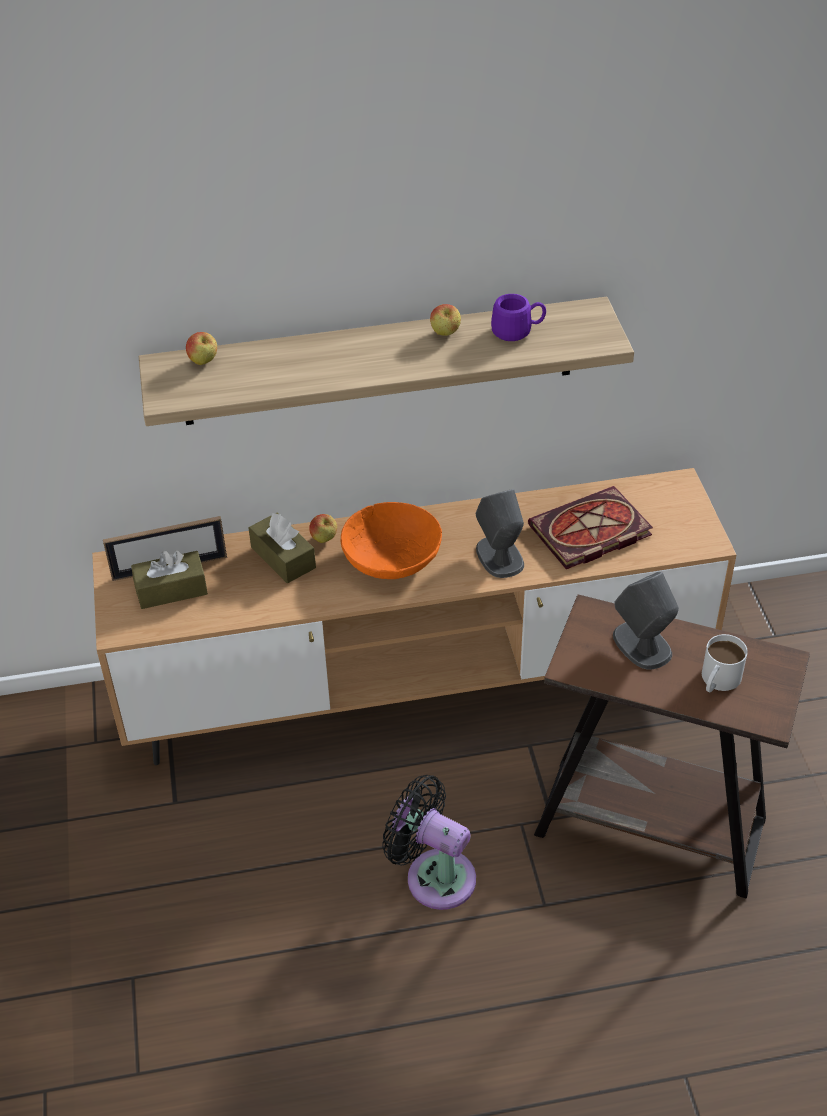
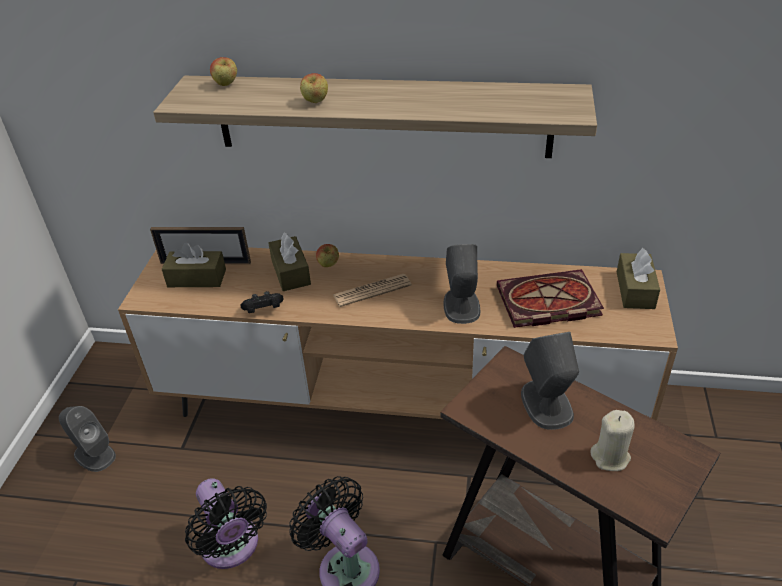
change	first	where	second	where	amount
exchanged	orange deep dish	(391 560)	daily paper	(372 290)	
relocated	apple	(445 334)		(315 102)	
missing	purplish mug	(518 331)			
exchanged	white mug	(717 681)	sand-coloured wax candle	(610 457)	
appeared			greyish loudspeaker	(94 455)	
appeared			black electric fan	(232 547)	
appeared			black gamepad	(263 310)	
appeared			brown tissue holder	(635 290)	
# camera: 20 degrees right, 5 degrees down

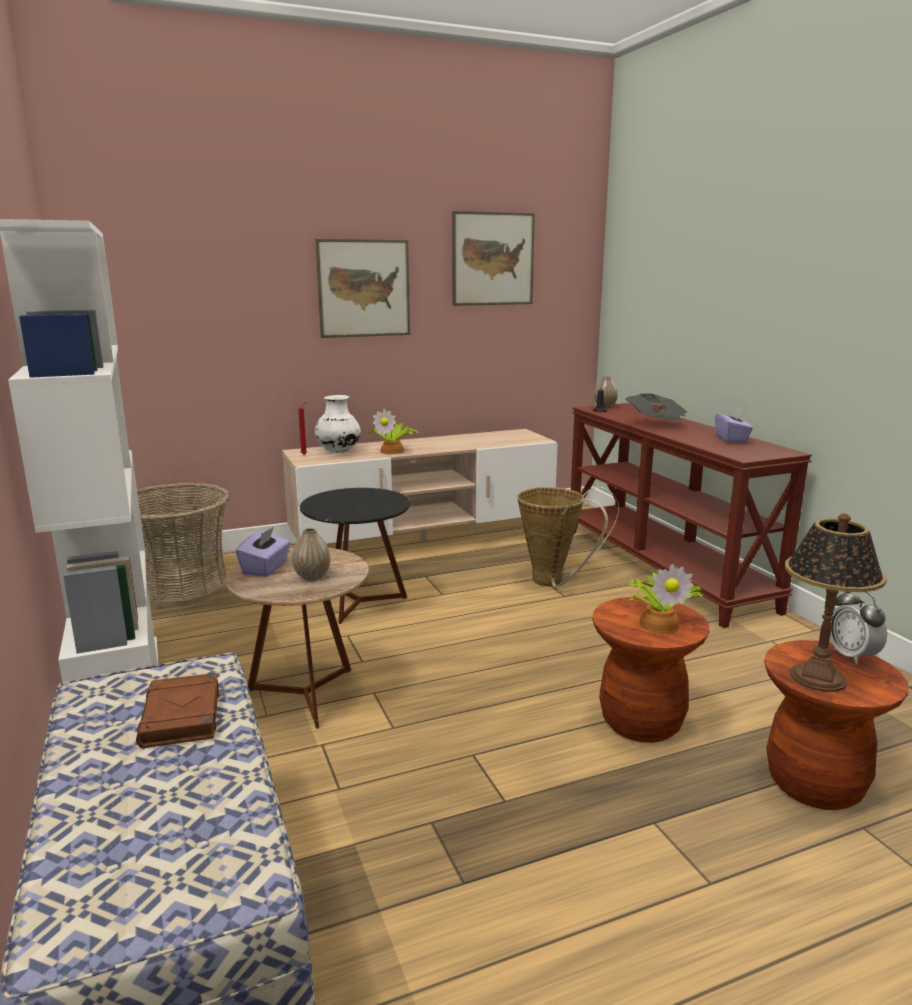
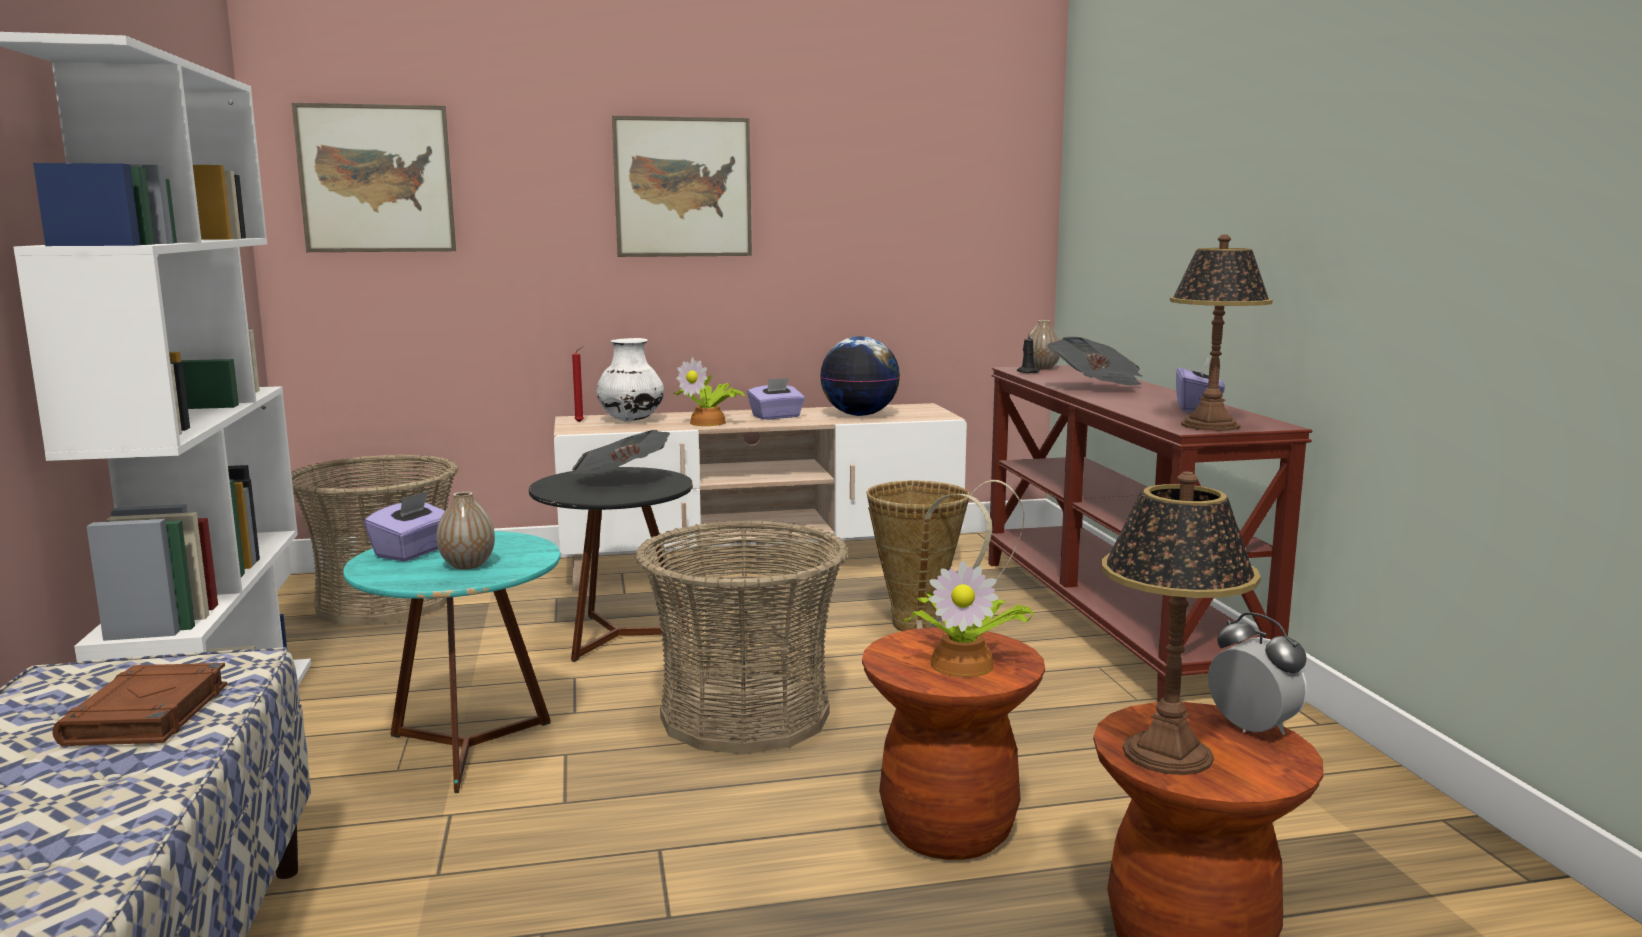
change	first	where	second	where	amount
colour	brown end table	(306 694)	turquoise end table	(468 748)	
relocated	picture	(493 259)		(376 179)	
spun	table clock	(852 656)		(1252 729)	150 degrees clockwise
appeared			daily paper	(620 480)	
appeared			household basket	(745 715)	
appeared			purplish tissue holder	(776 417)	
appeared			world globe	(860 415)	
appeared			table lamp	(1210 425)	
# camera: 10 degrees right, 5 degrees down

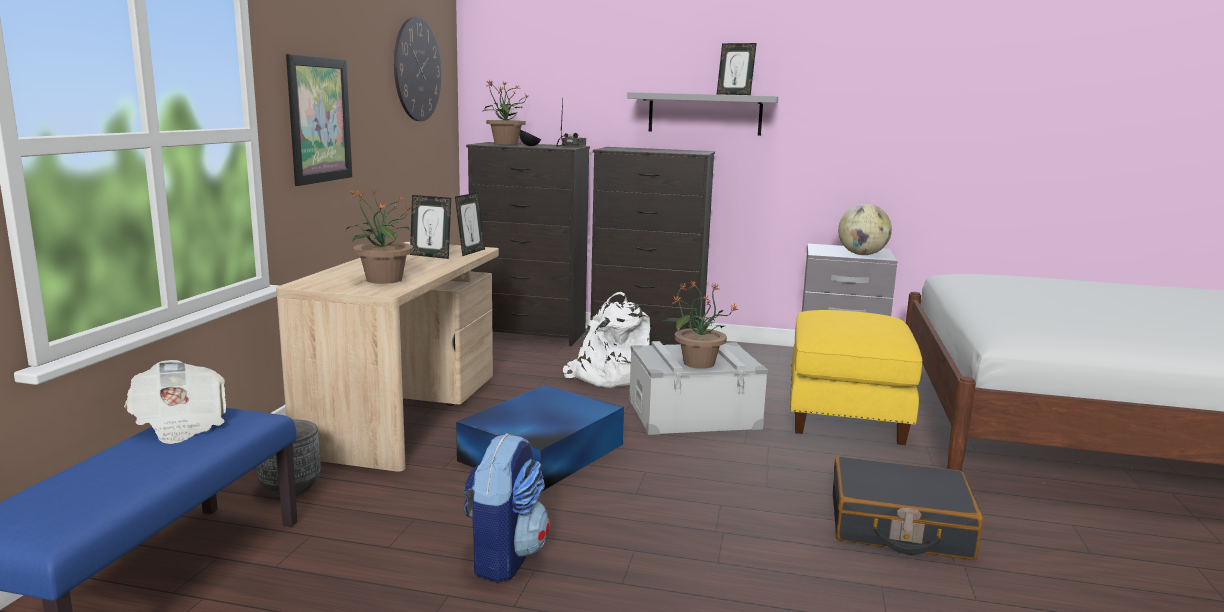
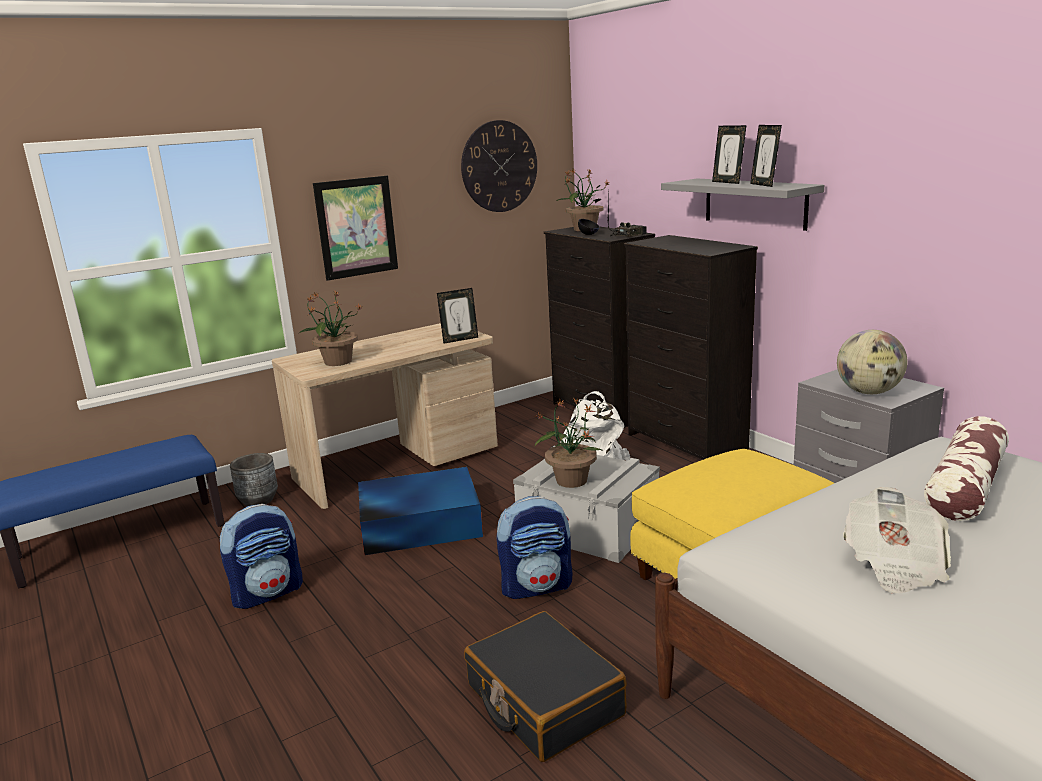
change	first	where	second	where	amount
relocated	daily paper	(180 425)		(894 565)	
relocated	picture frame	(431 256)		(728 182)	
appeared			rucksack	(537 586)	
appeared			pillow	(965 486)	
# camera: 45 degrees right, 5 degrees up

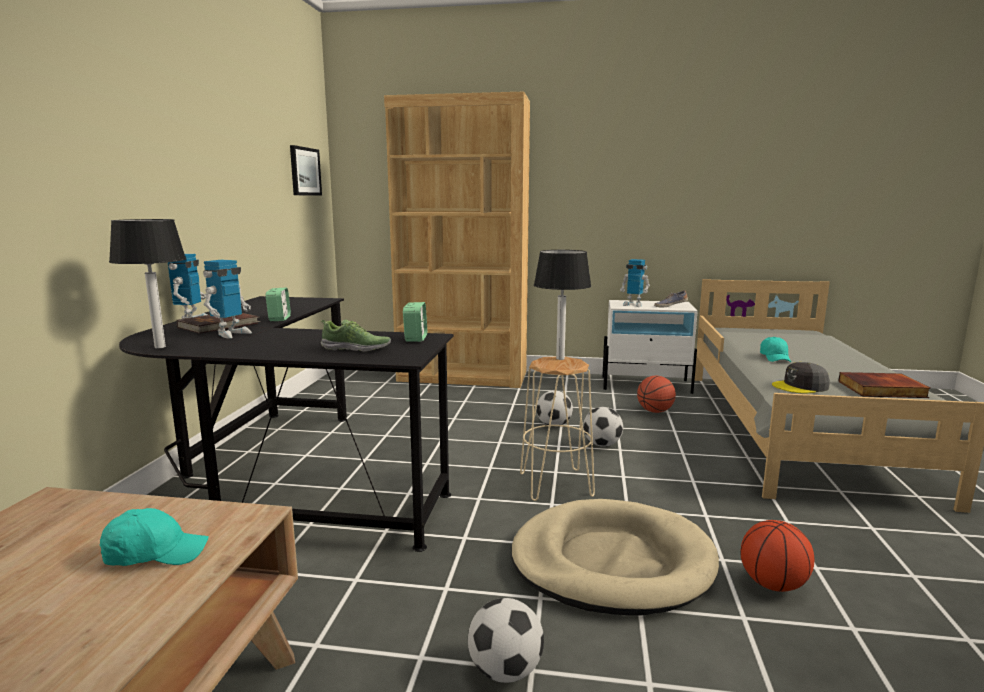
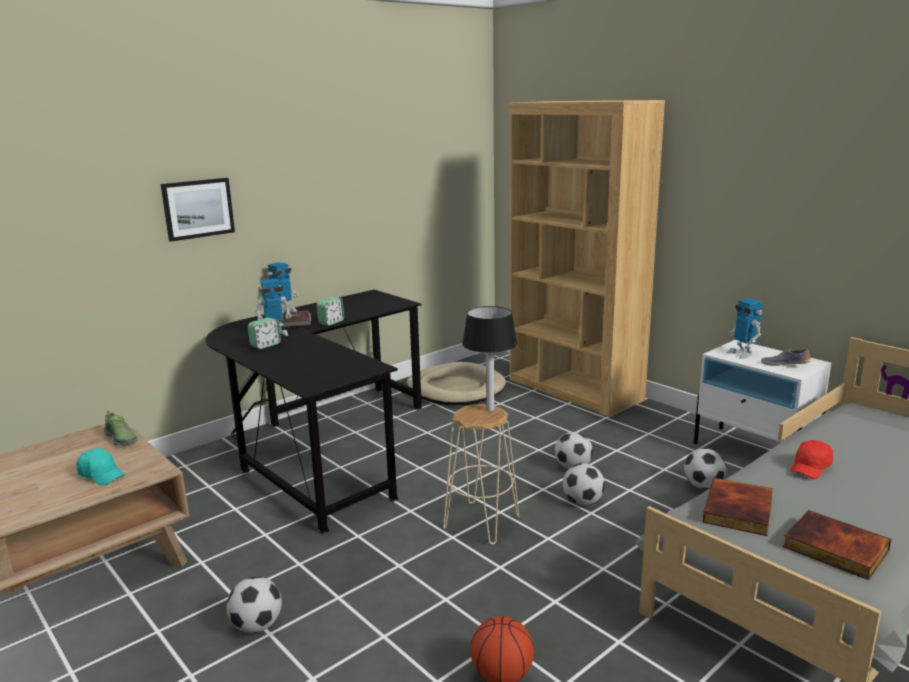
change	first	where	second	where	amount
missing	table lamp	(160 347)			
relocated	picture	(305 171)		(198 208)	
relocated	shoe	(356 349)		(121 439)	
relocated	table clock	(416 338)		(265 345)	
relocated	sand-coloured dog bed	(611 562)		(456 389)	
exchanged	basketball ball	(655 411)	ball for football	(703 486)	
colour	turquoise peaked cap	(775 358)	reddish peaked cap	(810 468)	
exchanged	greyish peaked cap	(800 386)	book	(740 511)	
# camera: 40 degrees right, 5 degrees up

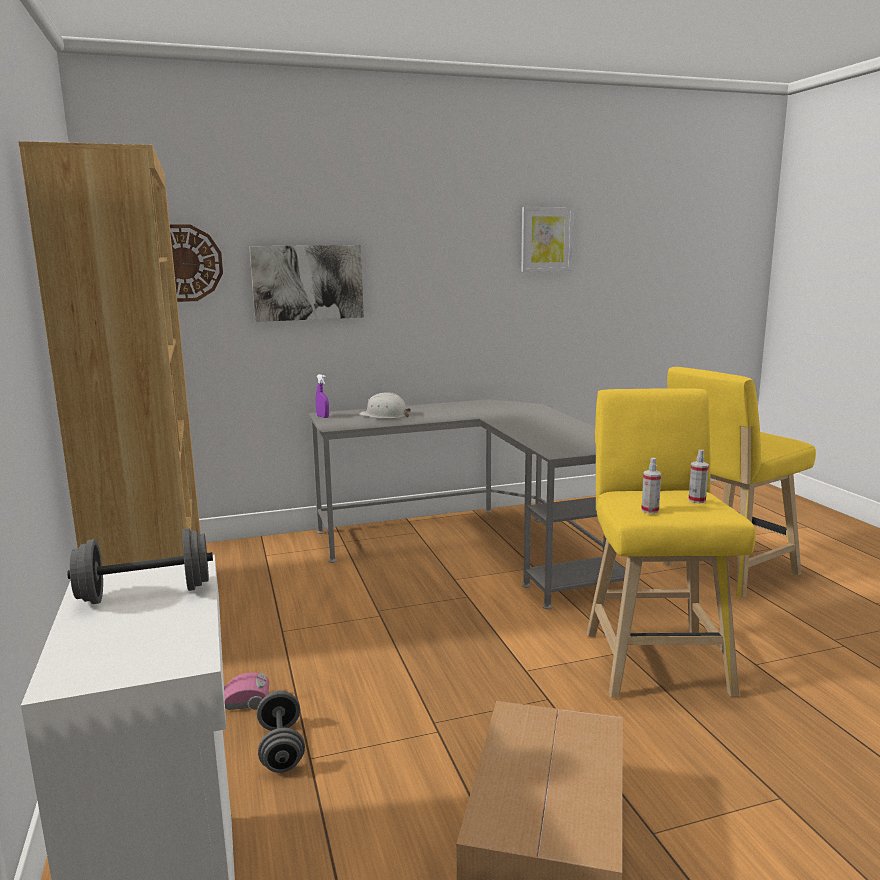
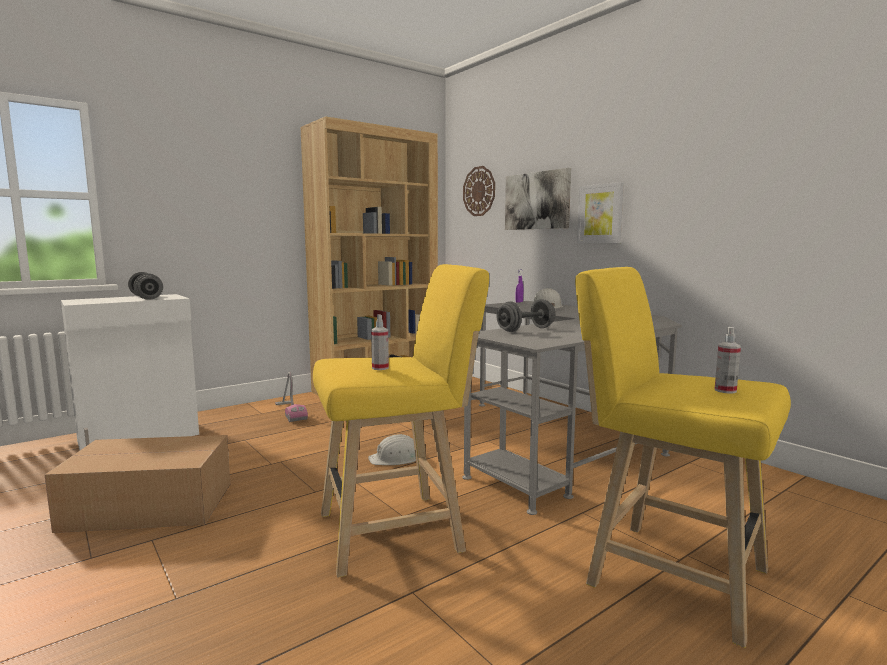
change	first	where	second	where	amount
relocated	greyish free weight	(281 748)		(526 329)	
relocated	picture	(546 239)		(600 214)	
relocated	sprayer	(650 510)		(725 390)	
appeared			white work helmet	(395 458)	
# camera: 70 degrees right, 5 degrees down

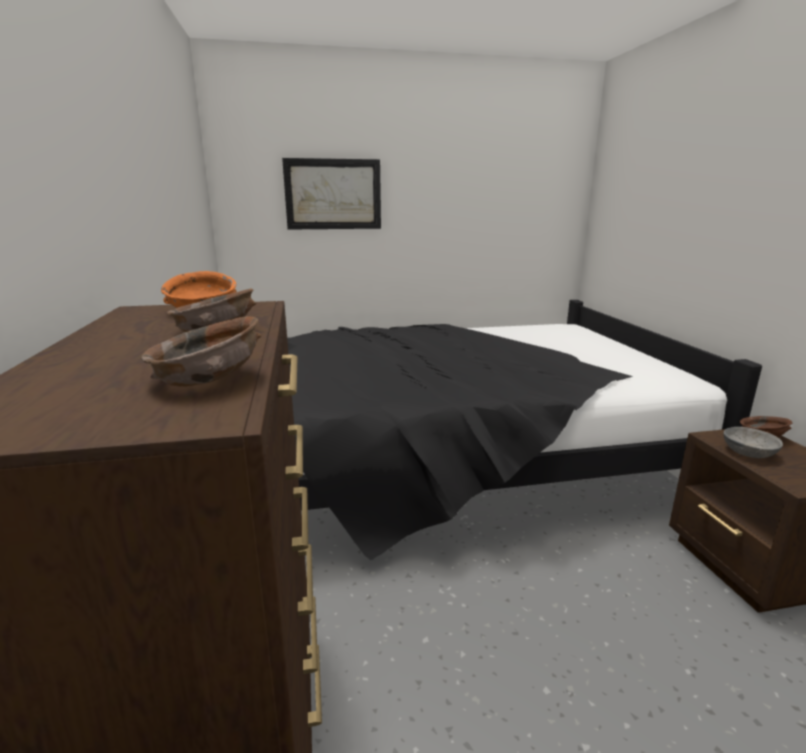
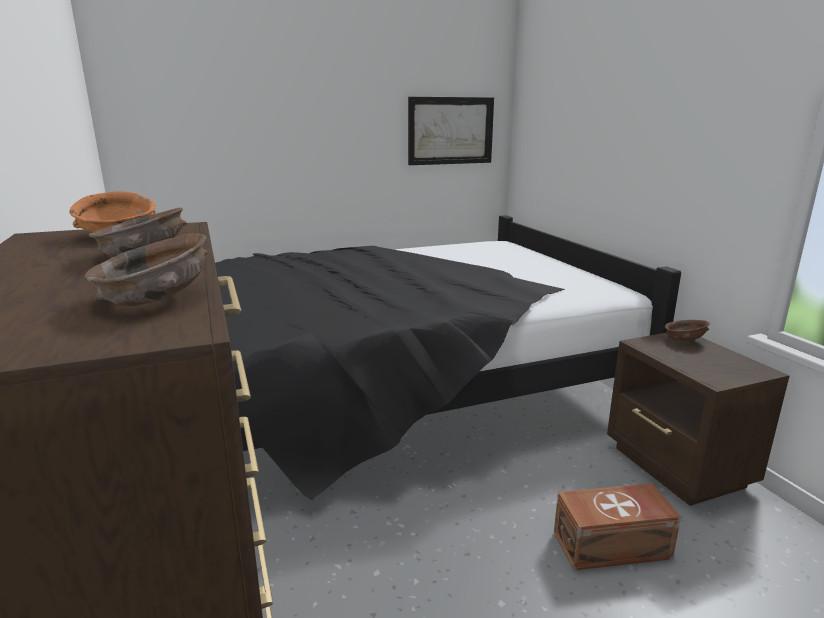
change	first	where	second	where	amount
relocated	picture	(333 194)		(450 131)	
missing	greyish deep dish	(747 452)			
appeared			brown storage container	(613 546)	
# camera: 10 degrees left, 0 degrees up

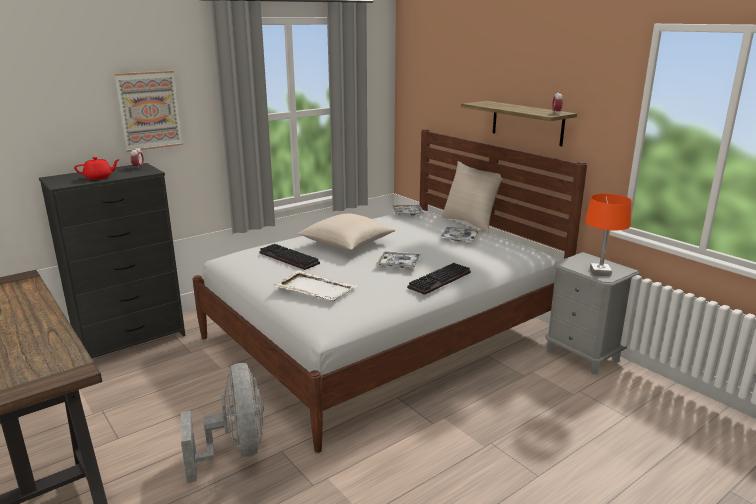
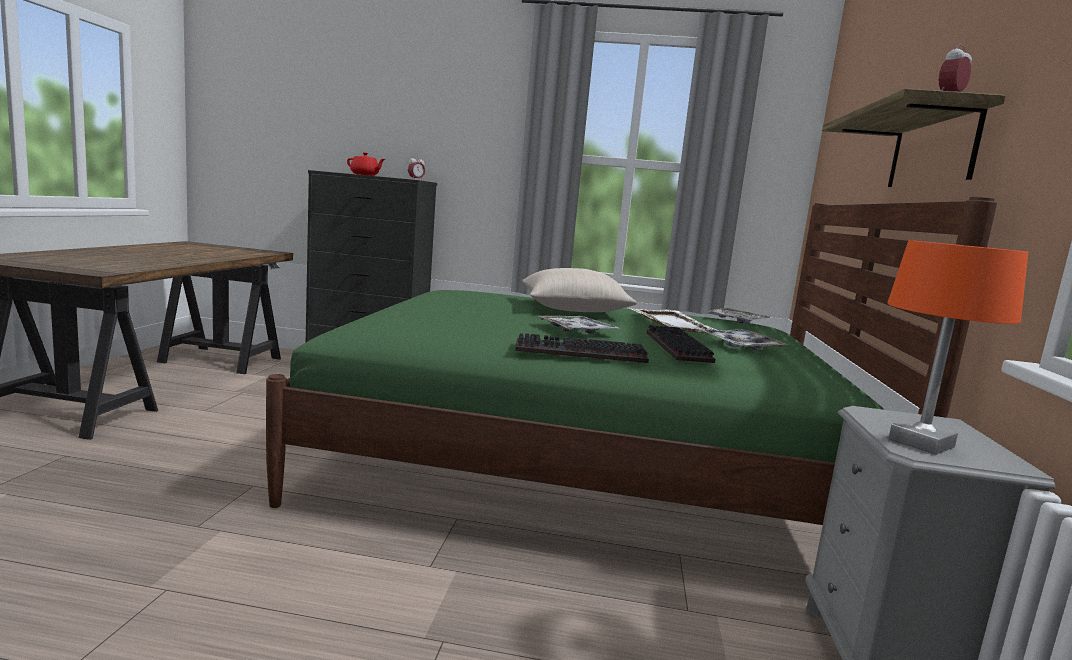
change	first	where	second	where	amount
missing	picture	(149 110)			
missing	greyish electric fan	(235 450)			
colour	white bedroom bed	(383 336)	green-coloured bedroom bed	(580 464)	
relocated	keyboard	(287 258)		(674 346)	
relocated	white tray	(314 288)		(672 323)	
missing	sand-coloured pillow	(470 223)			
# camera: 45 degrees right, 10 degrees down

